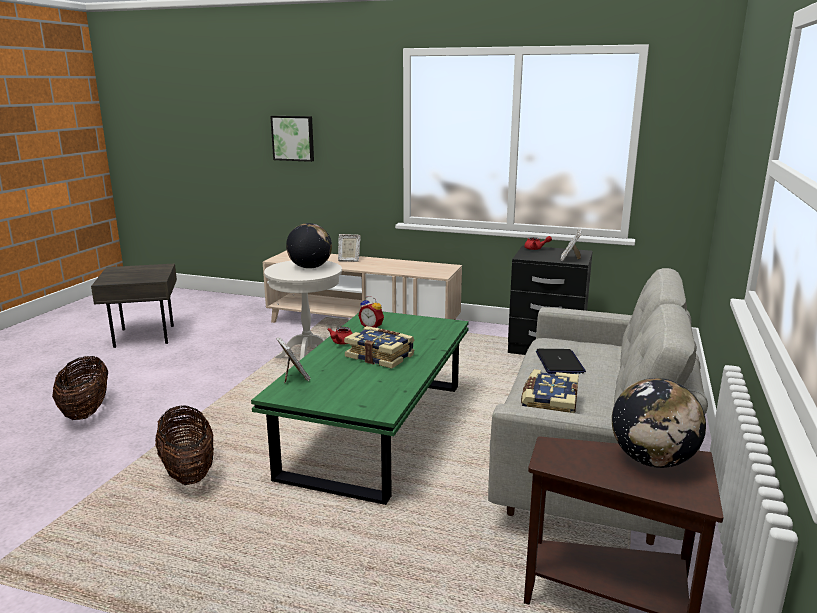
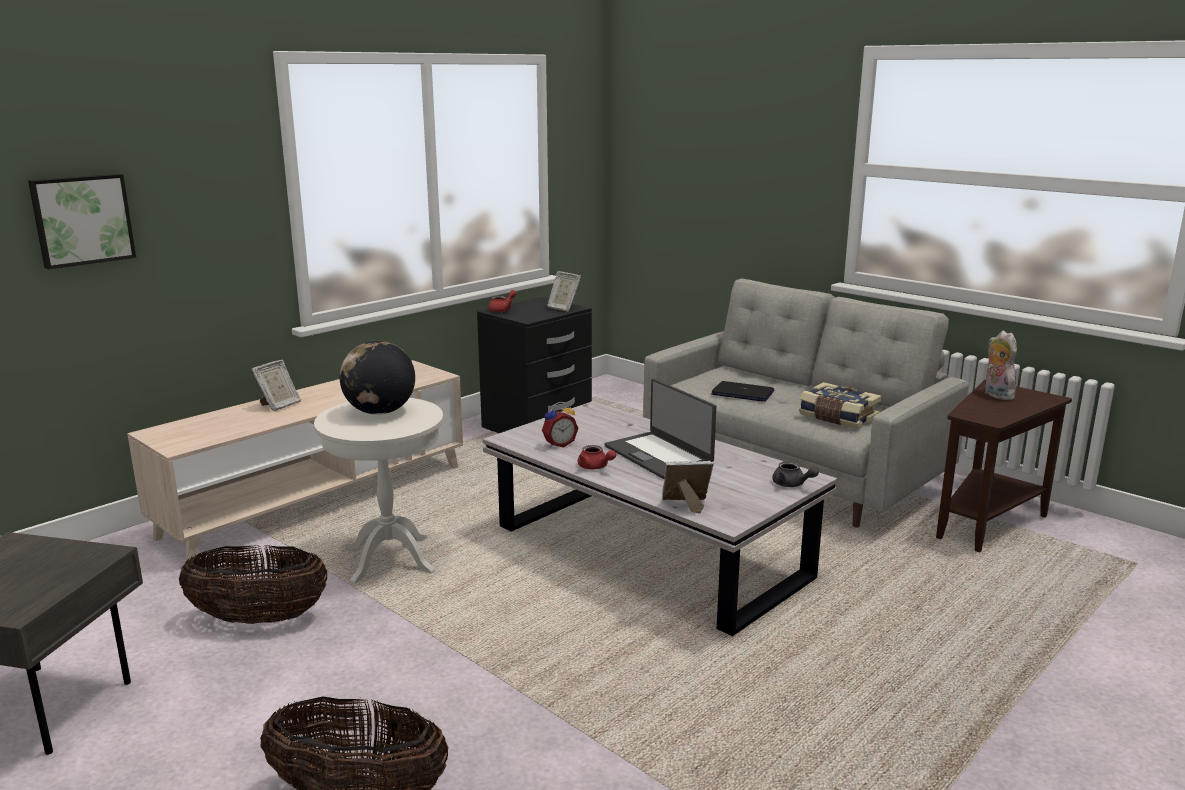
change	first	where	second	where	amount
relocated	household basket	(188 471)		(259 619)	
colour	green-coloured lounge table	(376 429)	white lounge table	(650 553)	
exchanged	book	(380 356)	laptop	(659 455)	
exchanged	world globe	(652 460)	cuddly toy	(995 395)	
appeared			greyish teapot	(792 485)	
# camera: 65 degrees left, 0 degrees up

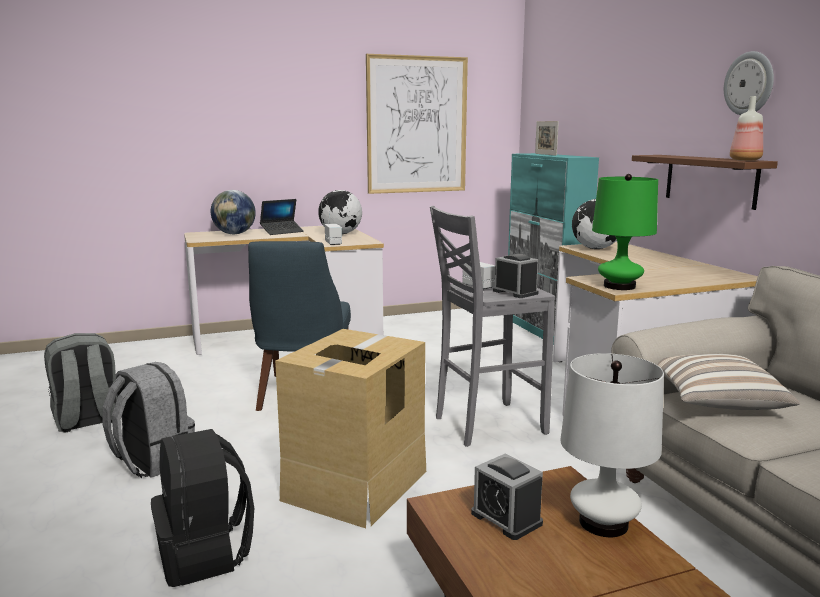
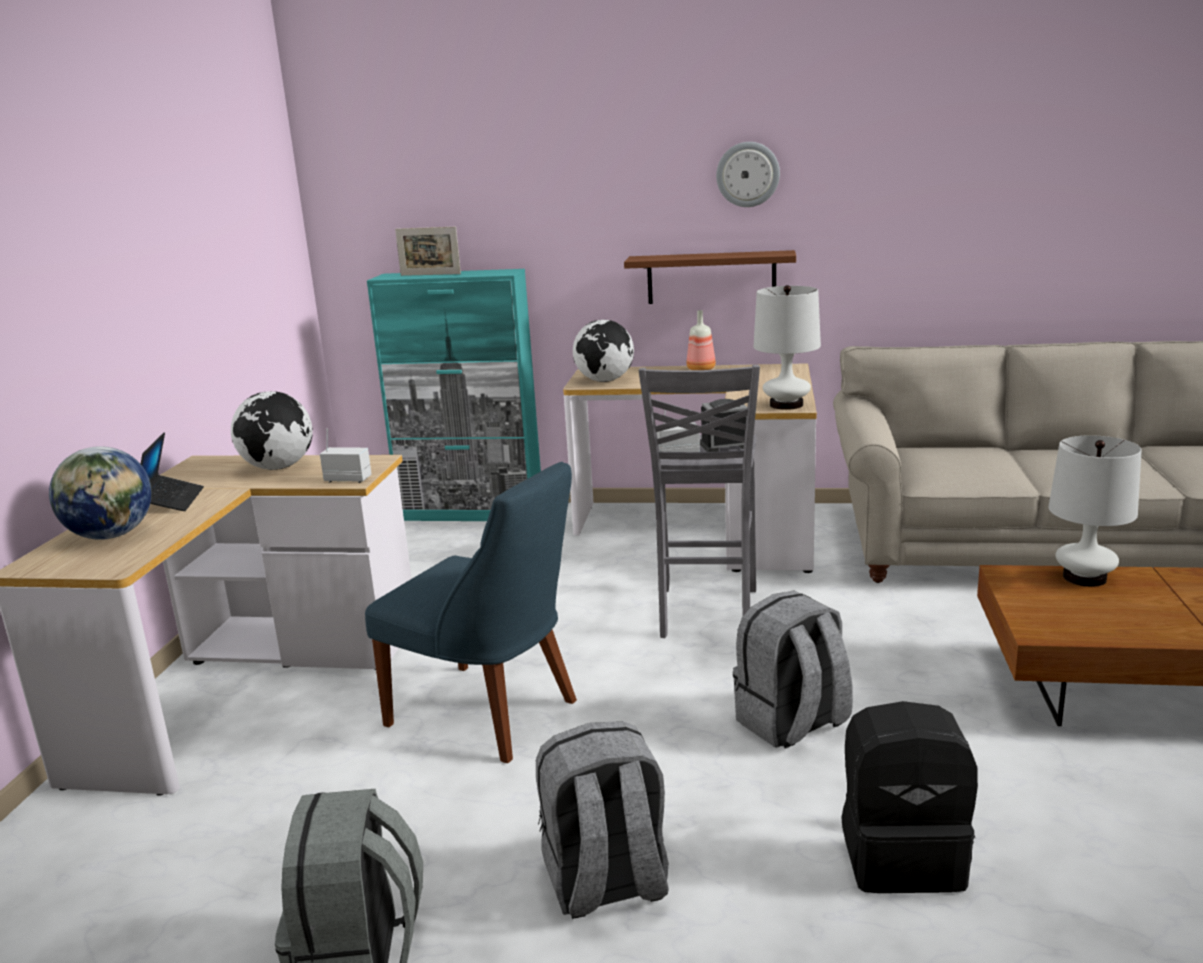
change	first	where	second	where	amount
exchanged	cardboard box	(355 484)	greyish rucksack	(792 724)	
missing	picture	(417 125)			
missing	table clock	(506 518)			
colour	green-coloured table lamp	(619 286)	white table lamp	(786 405)	
missing	pillow	(715 401)			
relocated	beverage bottle	(745 160)		(701 369)	
# camera: 60 degrees left, 5 degrees up

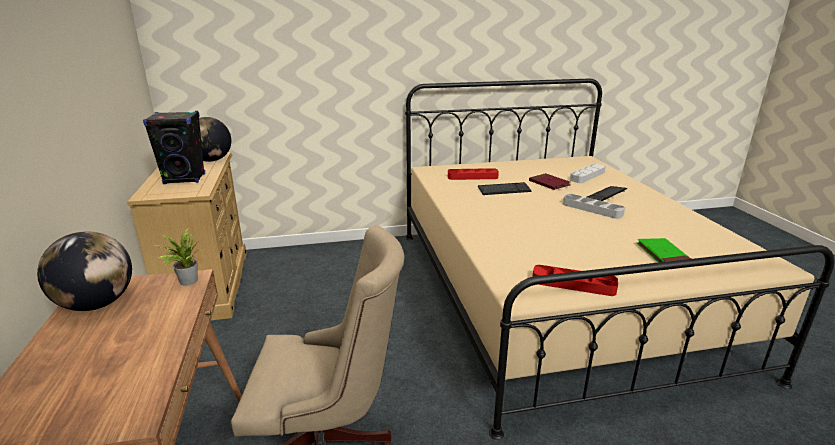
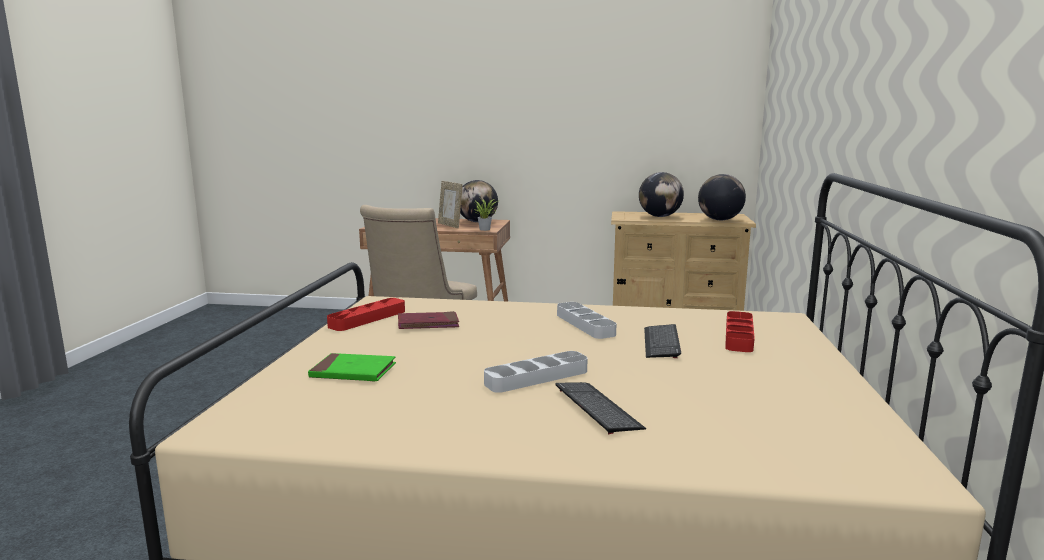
change	first	where	second	where	amount
exchanged	black loudspeaker	(185 179)	world globe	(659 216)	
relocated	reddish book	(549 183)		(428 324)	
relocated	greyish tray	(587 176)		(585 324)	
appeared			picture frame	(450 225)	
# camera: 110 degrees right, 10 degrees down

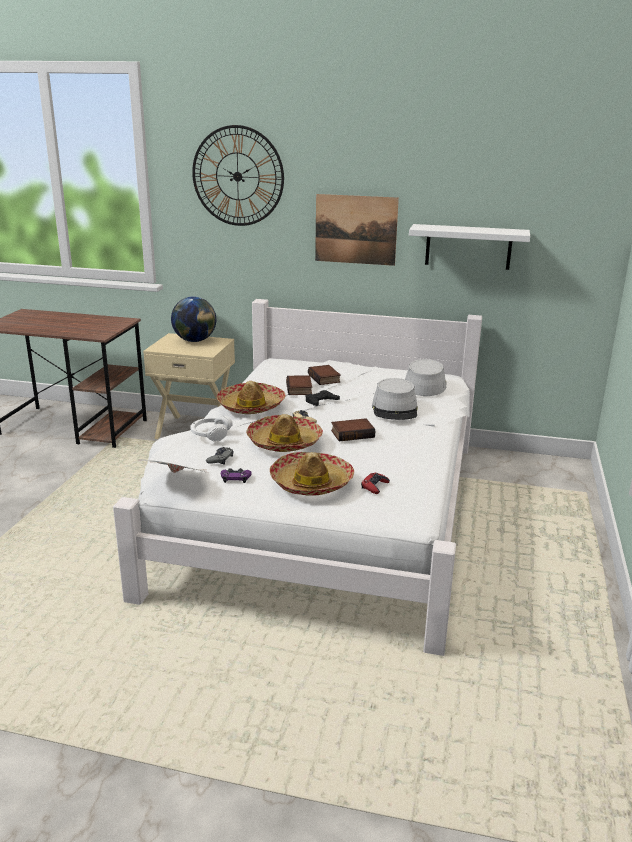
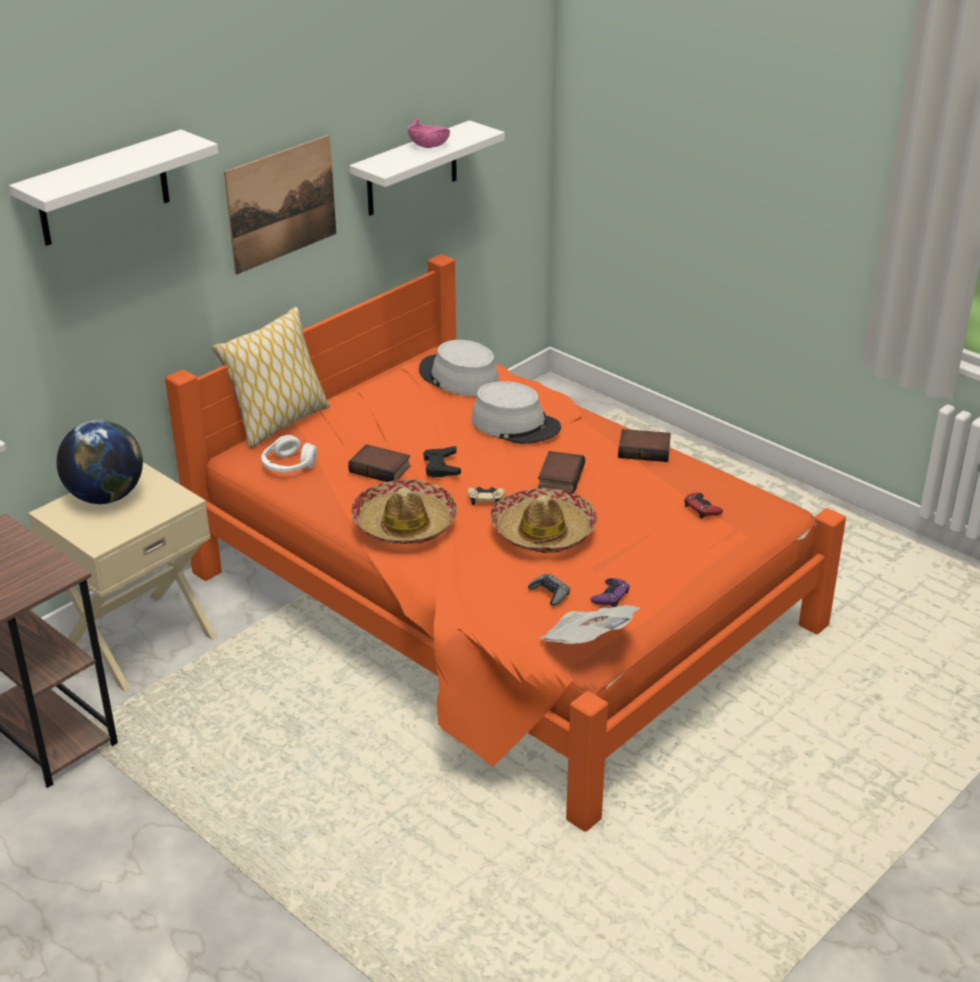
change	first	where	second	where	amount
colour	white bedroom bed	(324 512)	orange bedroom bed	(503 602)	
relocated	white pair of headphones	(210 434)		(288 465)	
exchanged	hanging clock	(237 176)	white wall shelf	(103 189)	
missing	clothing hat	(311 483)			
relocated	book	(325 378)		(645 450)	
appeared			pillow	(278 423)	
appeared			pinkish deep dish	(429 146)	
# camera: 60 degrees left, 10 degrees up

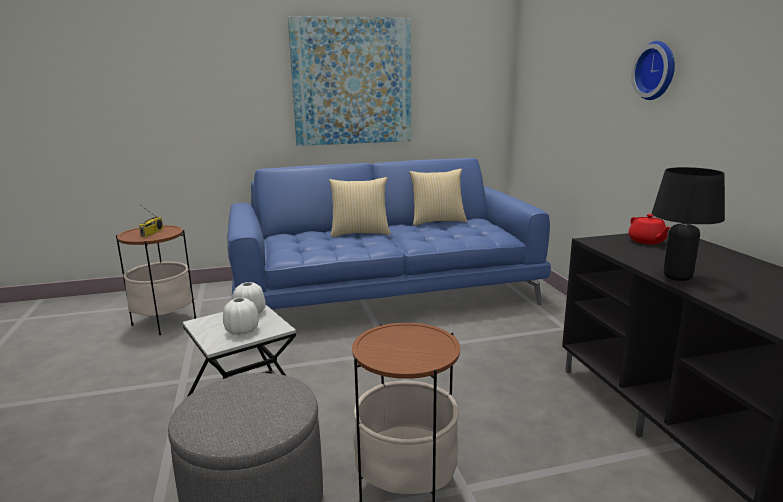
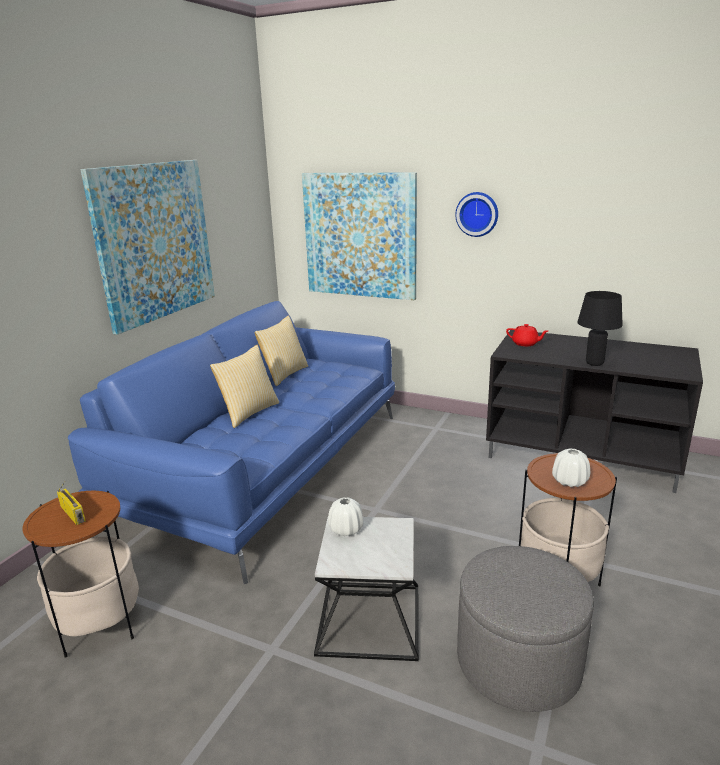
change	first	where	second	where	amount
relocated	white vase	(242 330)		(569 481)	
appeared			picture	(360 235)	
# camera: 50 degrees left, 5 degrees up

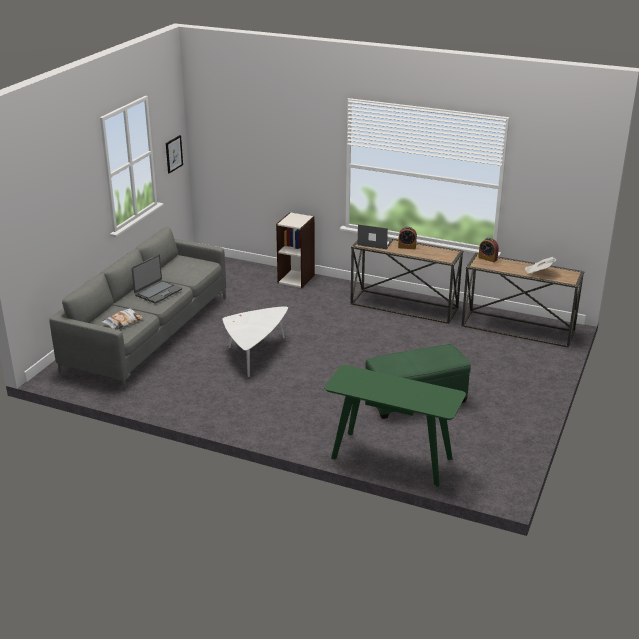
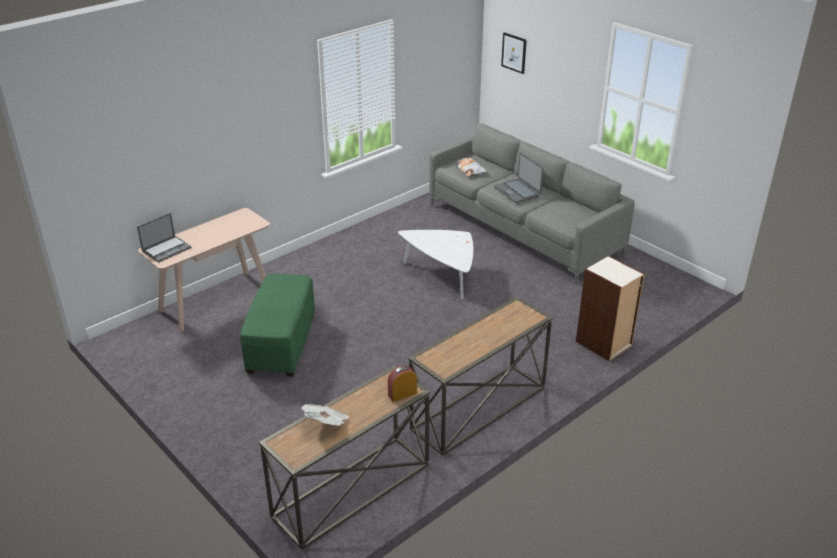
change	first	where	second	where	amount
relocated	picture	(173 154)		(514 53)	
colour	green-coloured narrow table	(391 458)	sand-coloured narrow table	(215 300)	
relocated	laptop	(374 242)		(167 249)	
missing	table clock	(407 247)			
# camera: 115 degrees right, 5 degrees up

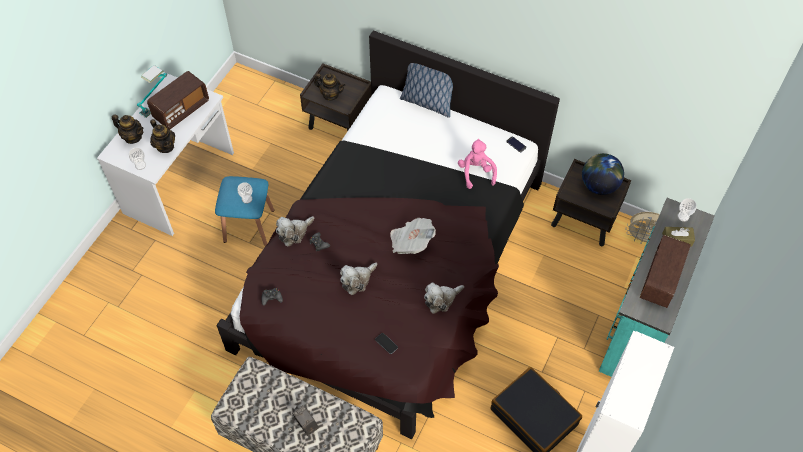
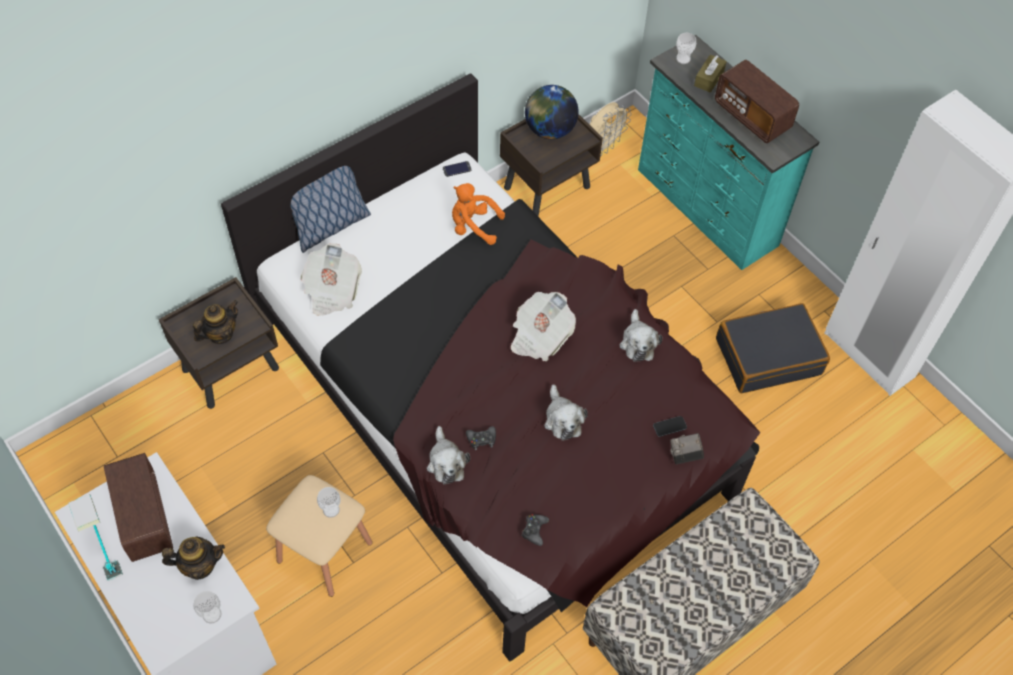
change	first	where	second	where	amount
missing	teapot	(133 137)			
colour	blue-coloured sitting stool	(249 225)	sand-coloured sitting stool	(324 552)	
relocated	still camera	(306 424)		(684 456)	
colour	pinkish cuddly toy	(476 172)	orange cuddly toy	(473 226)	
appeared			daily paper	(331 291)	
# camera: 65 degrees left, 0 degrees up

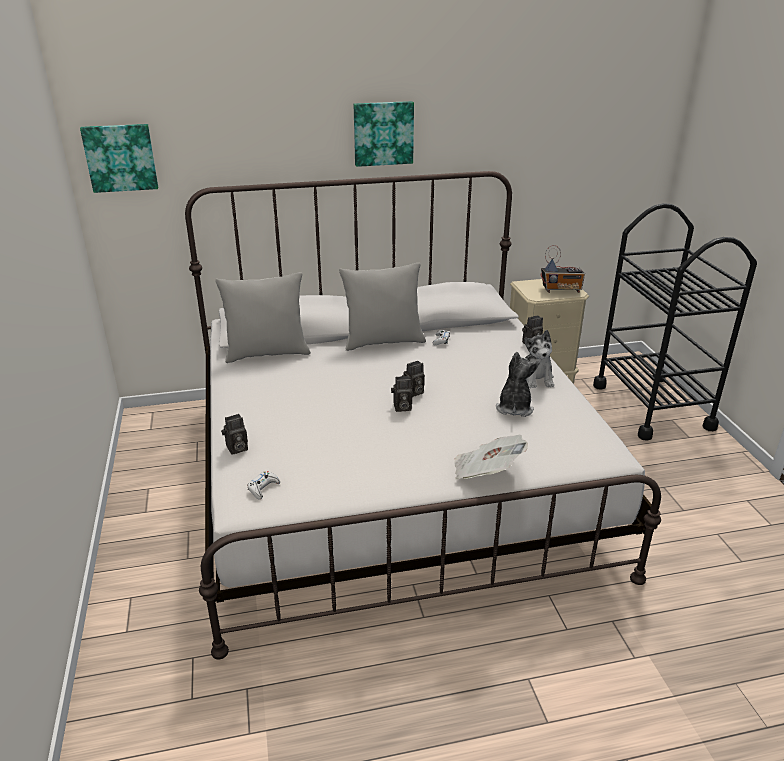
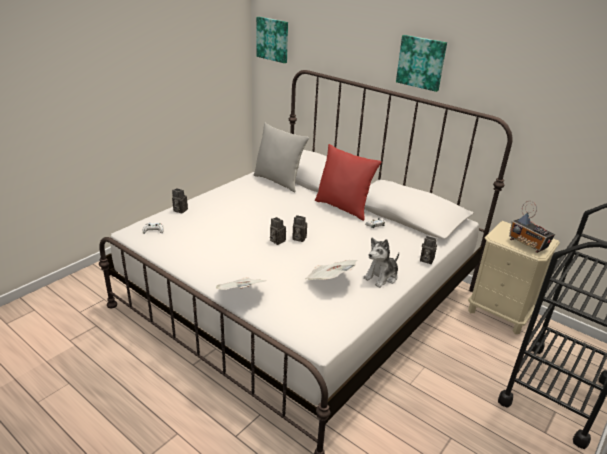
change	first	where	second	where	amount
colour	greyish pillow	(383 341)	reddish pillow	(343 207)	
exchanged	cuddly toy	(514 408)	daily paper	(329 280)	
# camera: 50 degrees right, 0 degrees up

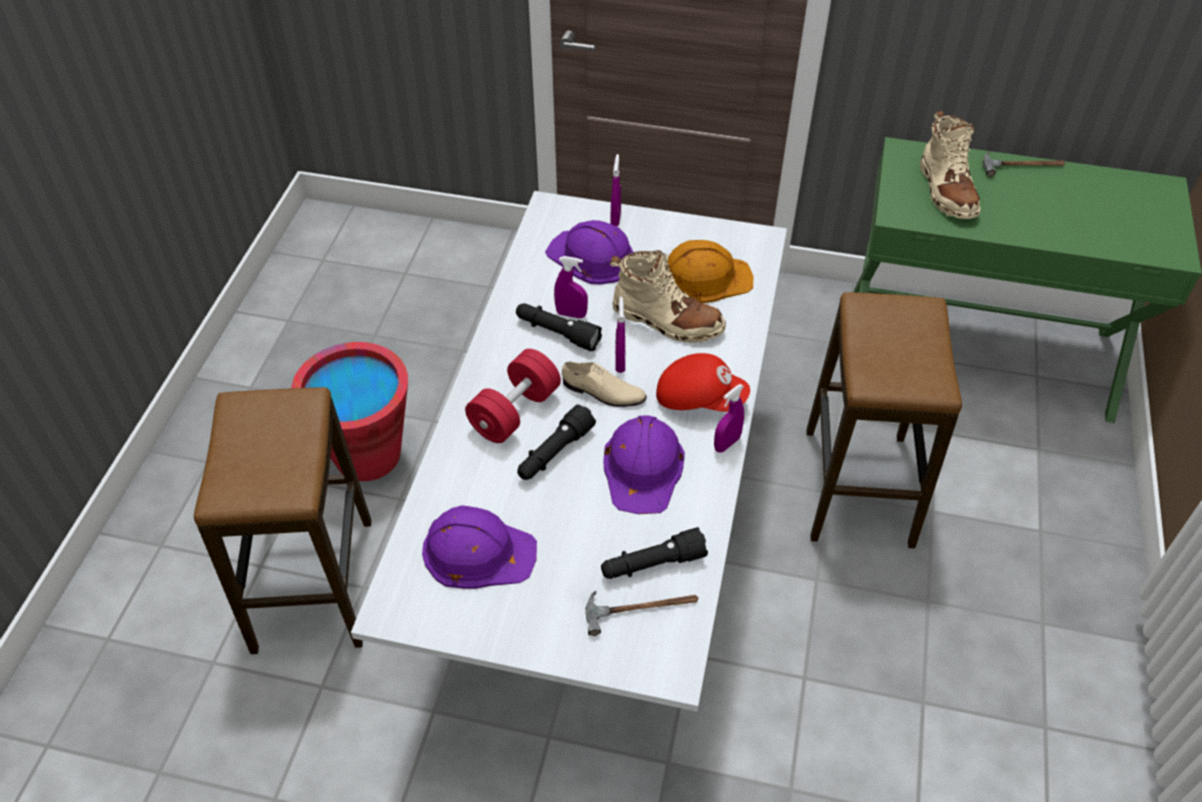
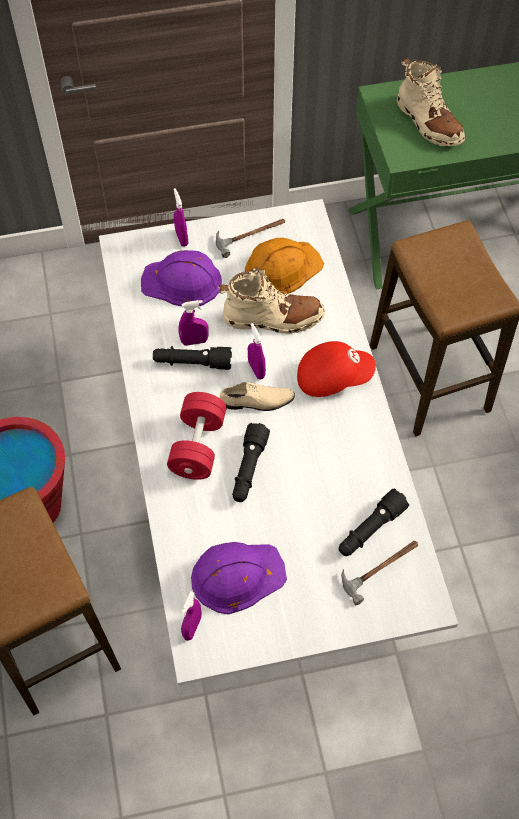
change	first	where	second	where	amount
missing	purplish work helmet	(643 468)			
relocated	purplish sprayer	(727 443)		(192 627)	
relocated	hand hammer	(1022 165)		(250 235)	
# camera: 25 degrees left, 10 degrees up

